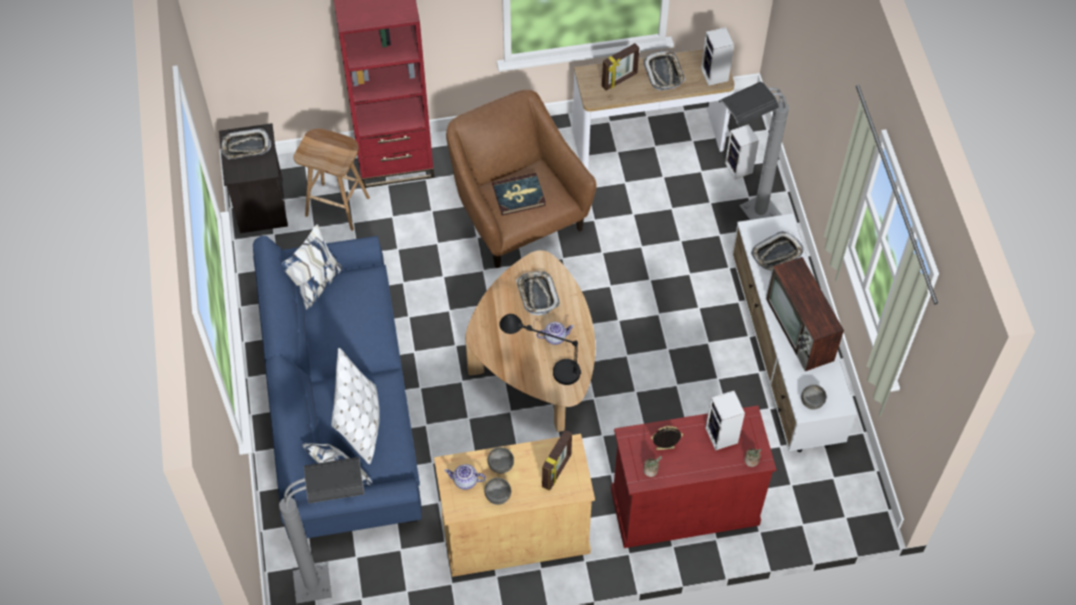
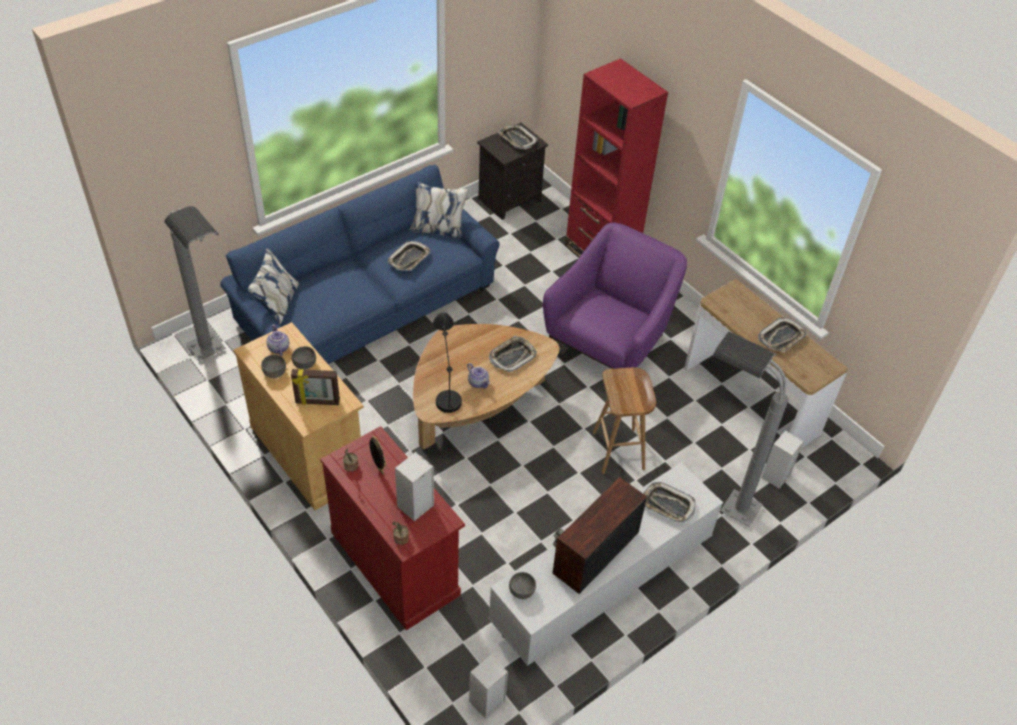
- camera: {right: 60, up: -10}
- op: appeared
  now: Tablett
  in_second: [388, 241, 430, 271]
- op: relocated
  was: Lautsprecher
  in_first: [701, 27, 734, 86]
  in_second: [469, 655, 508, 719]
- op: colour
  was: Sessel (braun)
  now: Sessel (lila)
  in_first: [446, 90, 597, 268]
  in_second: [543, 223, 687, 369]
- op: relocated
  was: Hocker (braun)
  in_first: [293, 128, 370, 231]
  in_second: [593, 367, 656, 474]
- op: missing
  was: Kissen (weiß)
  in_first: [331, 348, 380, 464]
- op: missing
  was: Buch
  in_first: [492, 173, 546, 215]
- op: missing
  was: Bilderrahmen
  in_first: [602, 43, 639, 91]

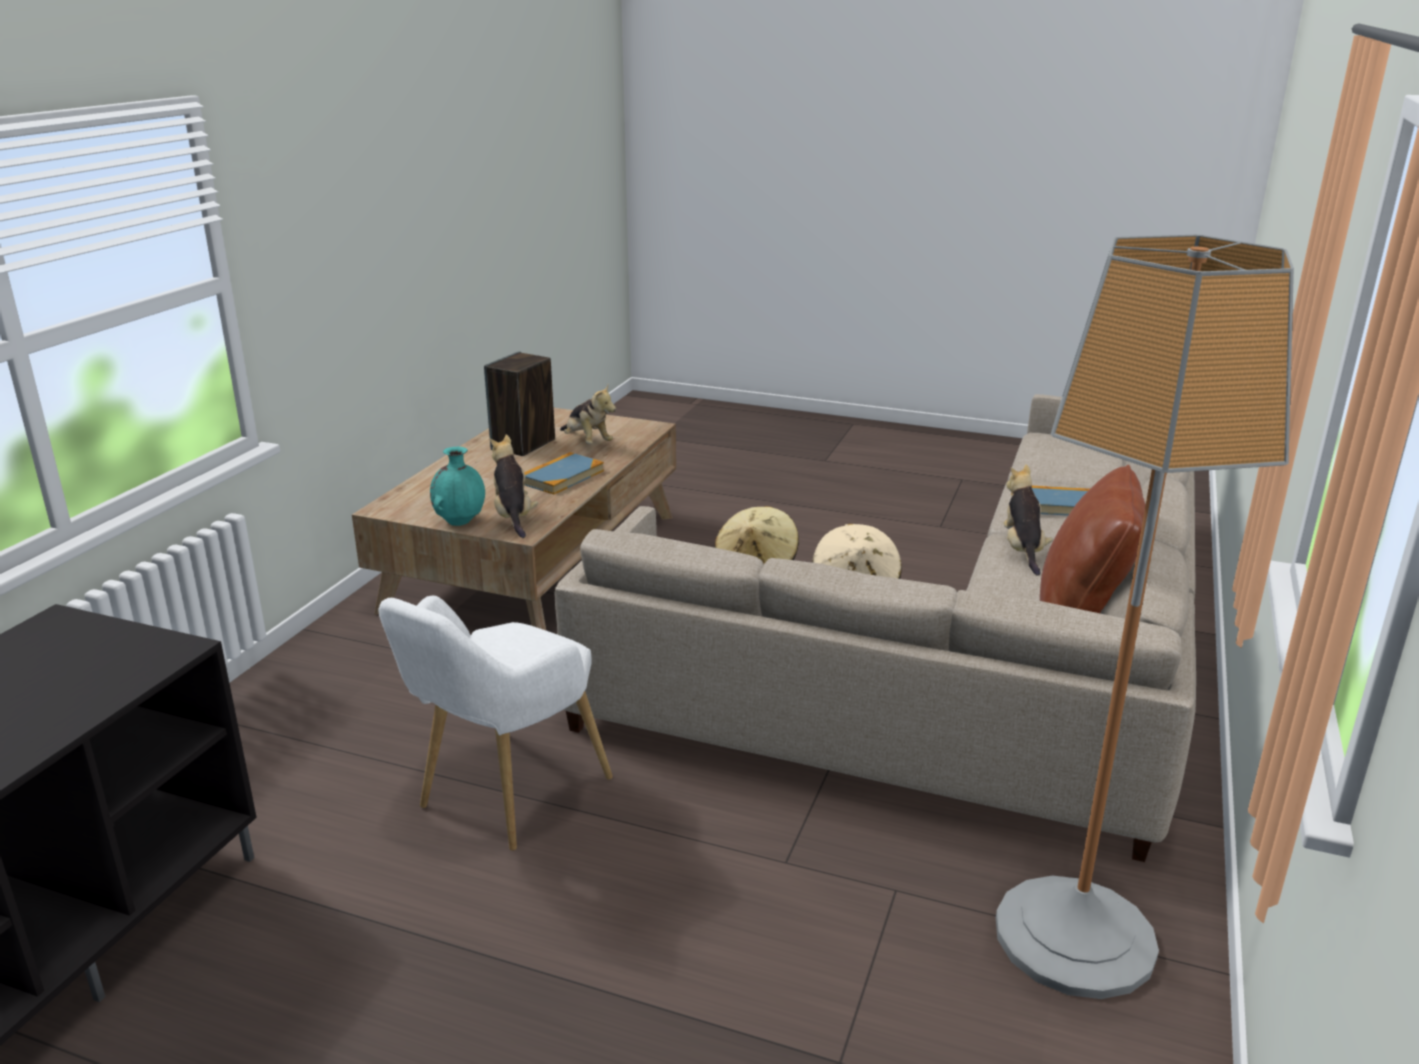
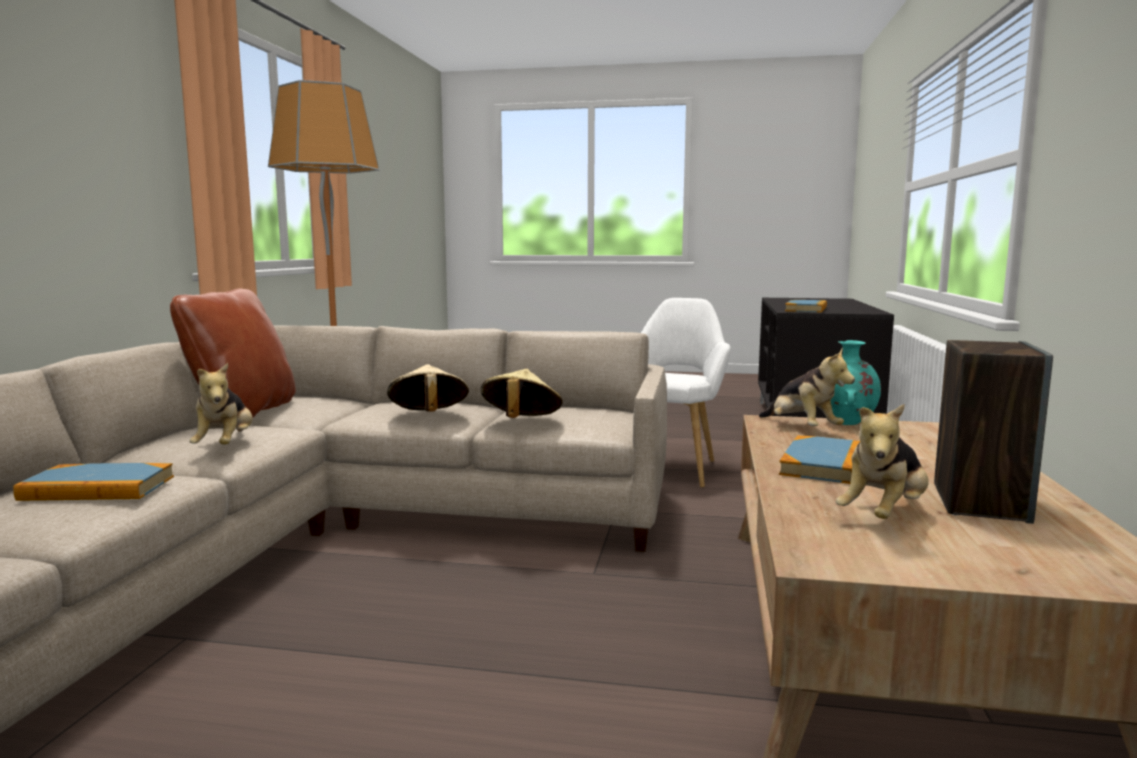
- camera: {right: 170, up: -15}
- op: appeared
  now: Buch
  in_second: [785, 300, 827, 312]
- op: spun
  was: Plüschtier
  in_first: [560, 385, 616, 444]
  in_second: [836, 404, 929, 519]
  clockwise: -90

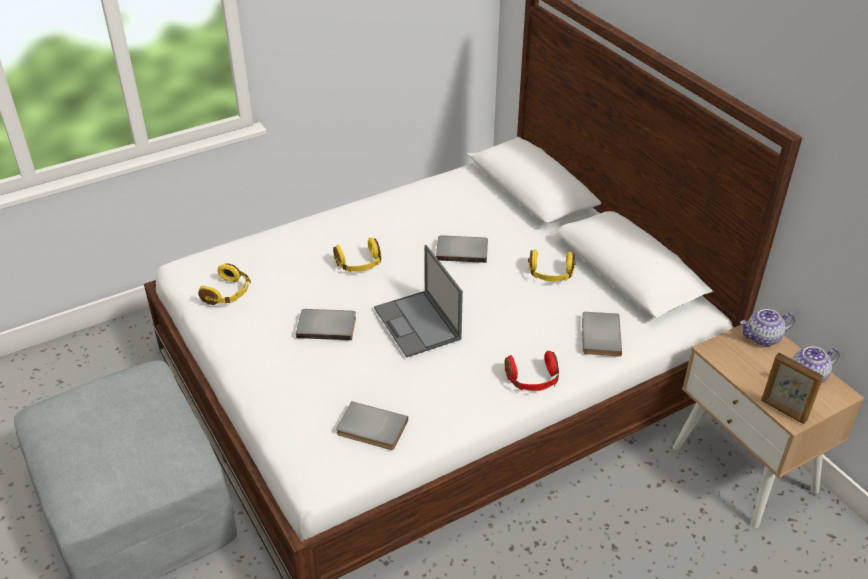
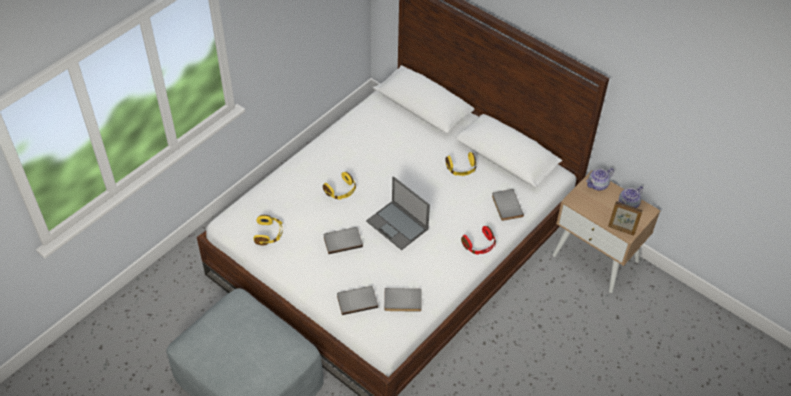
- camera: {right: -20, up: 10}
- op: relocated
  was: Buch (grau)
  in_first: [436, 235, 488, 263]
  in_second: [337, 286, 378, 315]

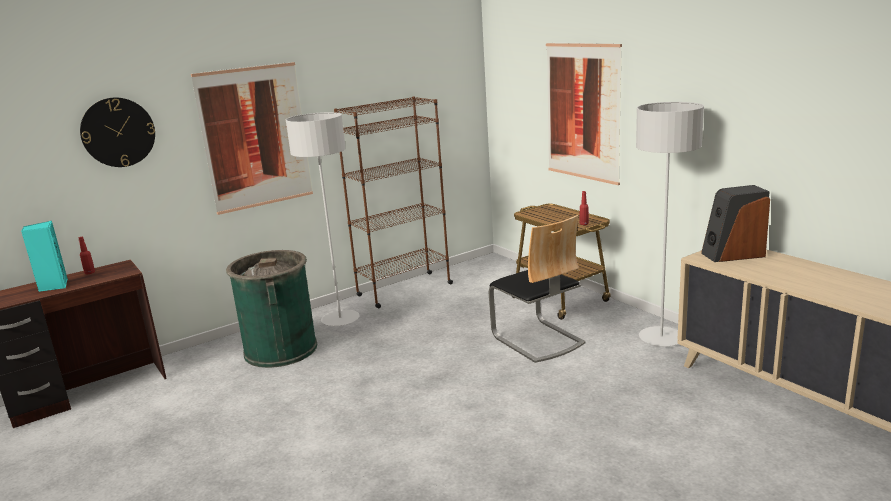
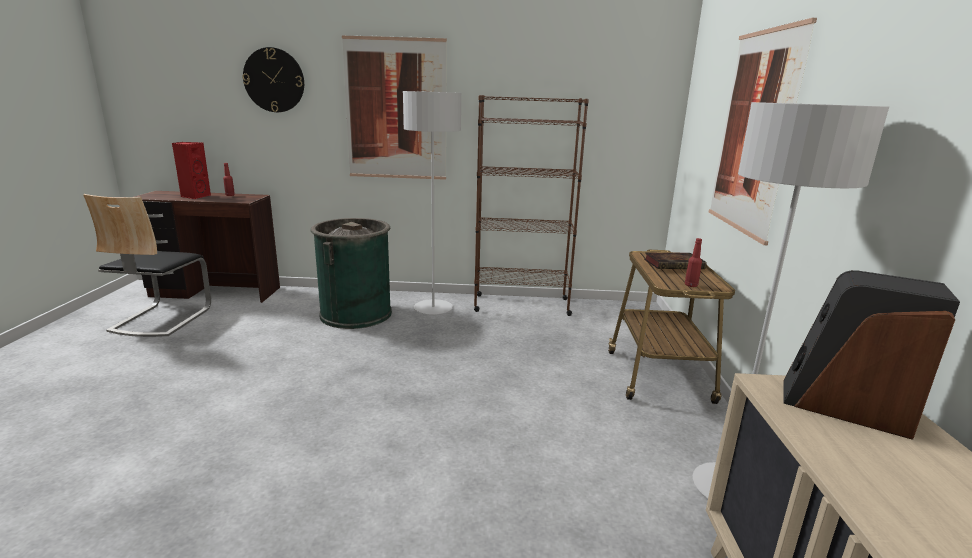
- camera: {right: 35, up: 0}
- op: relocated
  was: Stuhl
  in_first: [489, 215, 585, 363]
  in_second: [83, 194, 211, 337]
- op: colour
  was: Lautsprecher (türkis)
  now: Lautsprecher (rot)
  in_first: [21, 221, 68, 292]
  in_second: [172, 142, 211, 199]
- op: appeared
  now: Buch
  in_second: [644, 252, 707, 269]

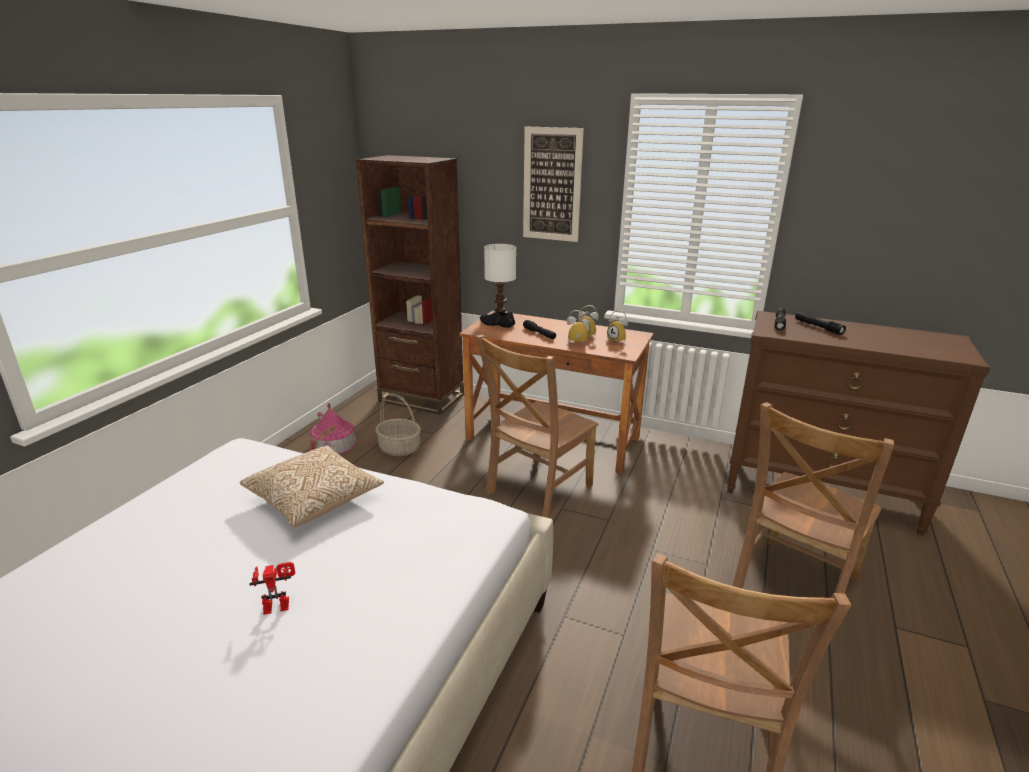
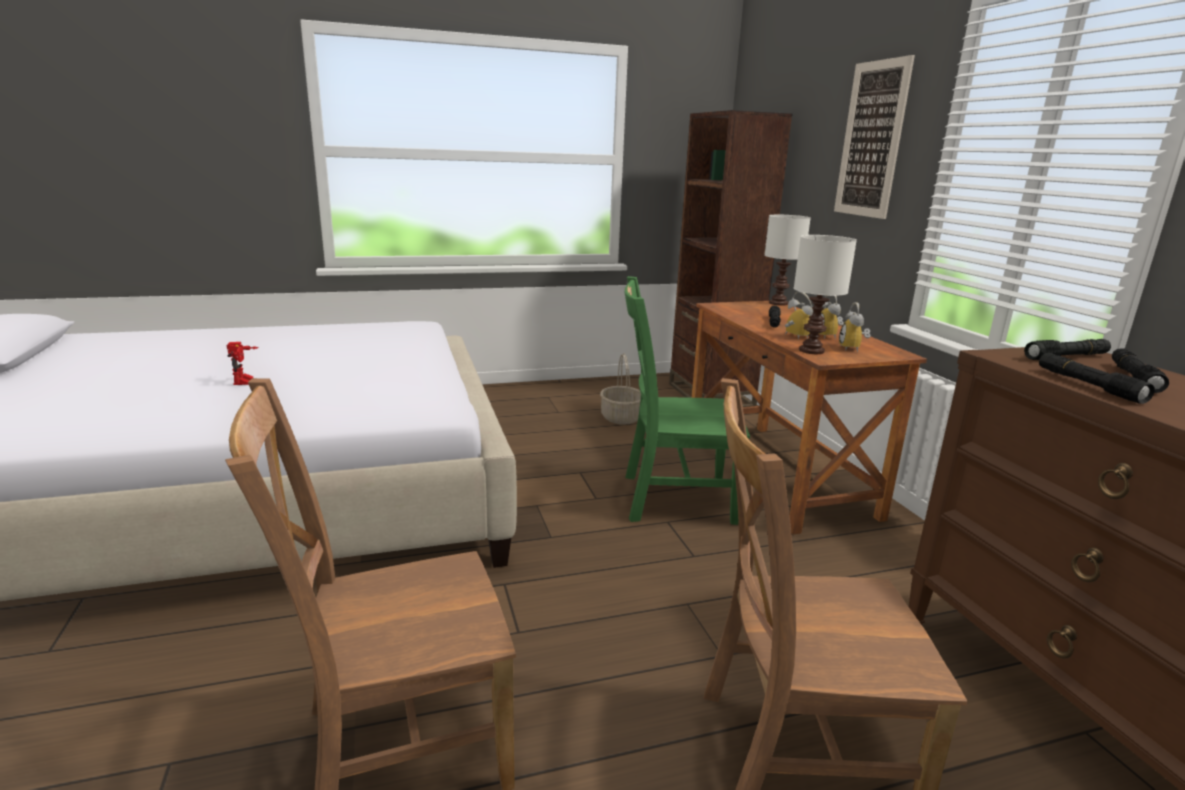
- camera: {right: 50, up: -5}
- op: spun
  was: Spielzeugroboter
  in_first: [250, 562, 295, 615]
  in_second: [226, 342, 259, 385]
  clockwise: 45
- op: colour
  was: Stuhl (braun)
  now: Stuhl (grün)
  in_first: [476, 335, 598, 518]
  in_second: [625, 276, 750, 525]
- op: appeared
  now: Tischlampe (weiß)
  in_second: [794, 235, 857, 354]
- op: appeared
  now: Taschenlampe (schwarz)
  in_second: [1039, 353, 1155, 404]
- op: missing
  was: Kissen
  in_first: [240, 445, 384, 528]
- op: missing
  was: Spielzeughaus
  in_first: [308, 403, 357, 455]
- op: missing
  was: Schuh (schwarz)
  in_first: [480, 312, 515, 328]

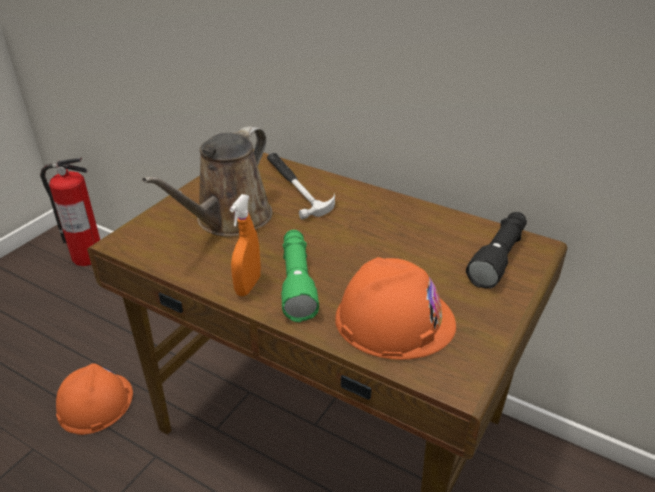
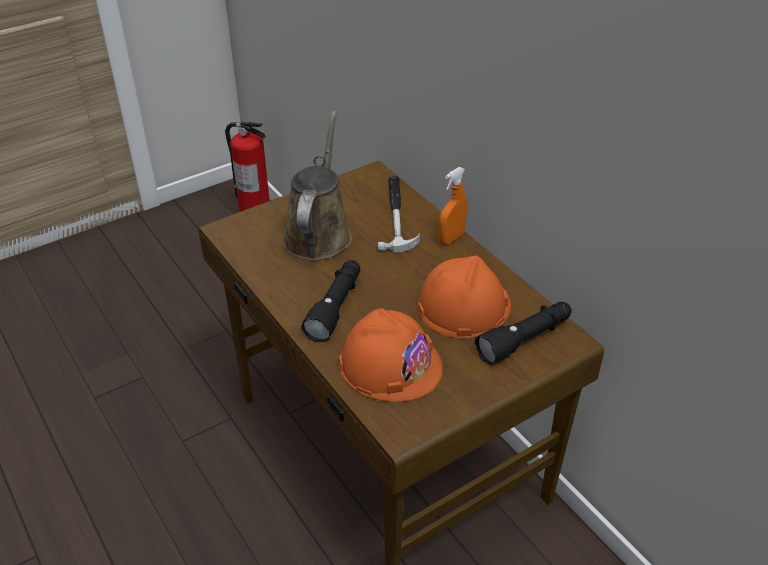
- camera: {right: 25, up: 5}
- op: spun
  was: Gießkanne (braun)
  in_first: [142, 126, 272, 236]
  in_second: [282, 111, 352, 261]
  clockwise: 135
- op: colour
  was: Taschenlampe (grün)
  now: Taschenlampe (schwarz)
  in_first: [281, 230, 319, 322]
  in_second: [301, 260, 360, 342]
- op: relocated
  was: Schutzhelm (orange)
  in_first: [56, 363, 133, 435]
  in_second: [418, 255, 511, 339]
- op: relocated
  was: Sprühflasche (orange)
  in_first: [230, 194, 261, 296]
  in_second: [439, 167, 467, 245]

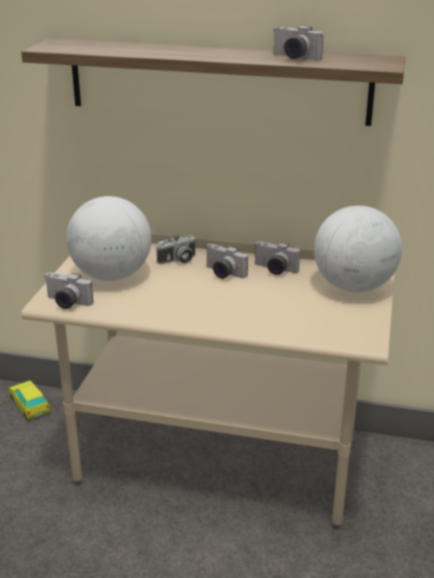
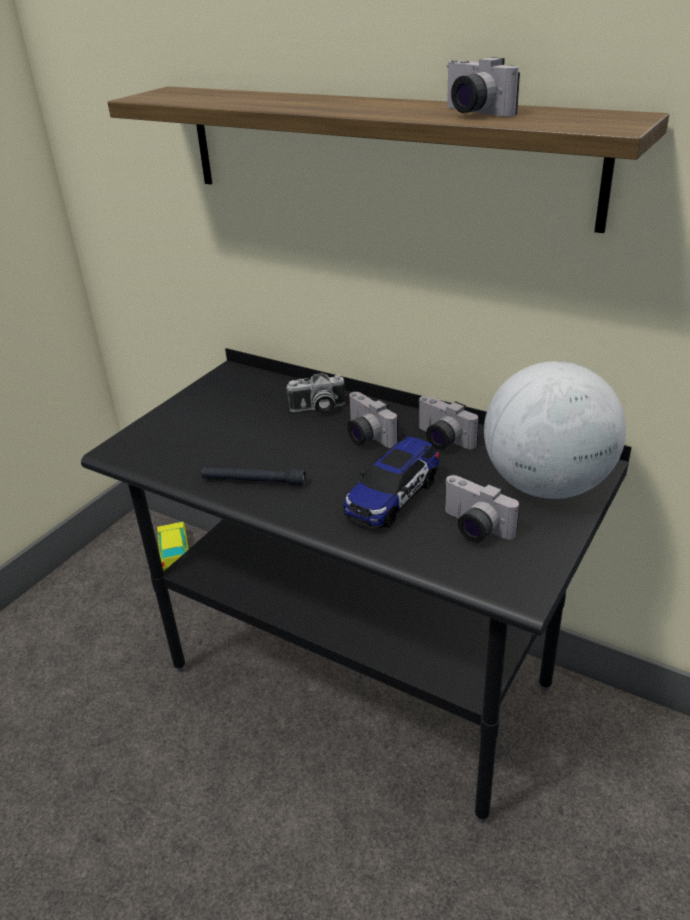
- camera: {right: 20, up: 5}
- op: colour
  was: Schreibtisch (beige)
  now: Schreibtisch (schwarz)
  in_first: [21, 234, 395, 529]
  in_second: [81, 348, 632, 823]
- op: appeared
  now: Taschenlampe (schwarz)
  in_second: [201, 467, 306, 486]
- op: appeared
  now: Spielzeugauto
  in_second: [343, 436, 439, 528]
- op: relocated
  was: Kamera
  in_first: [44, 272, 93, 309]
  in_second: [444, 475, 520, 542]
- op: missing
  was: Globus
  in_first: [66, 196, 152, 281]

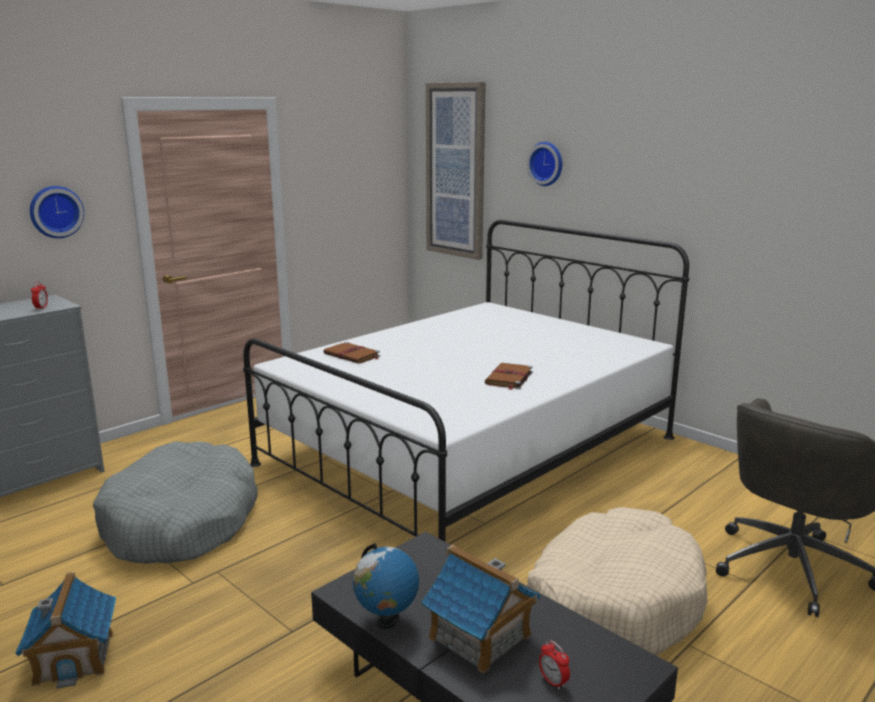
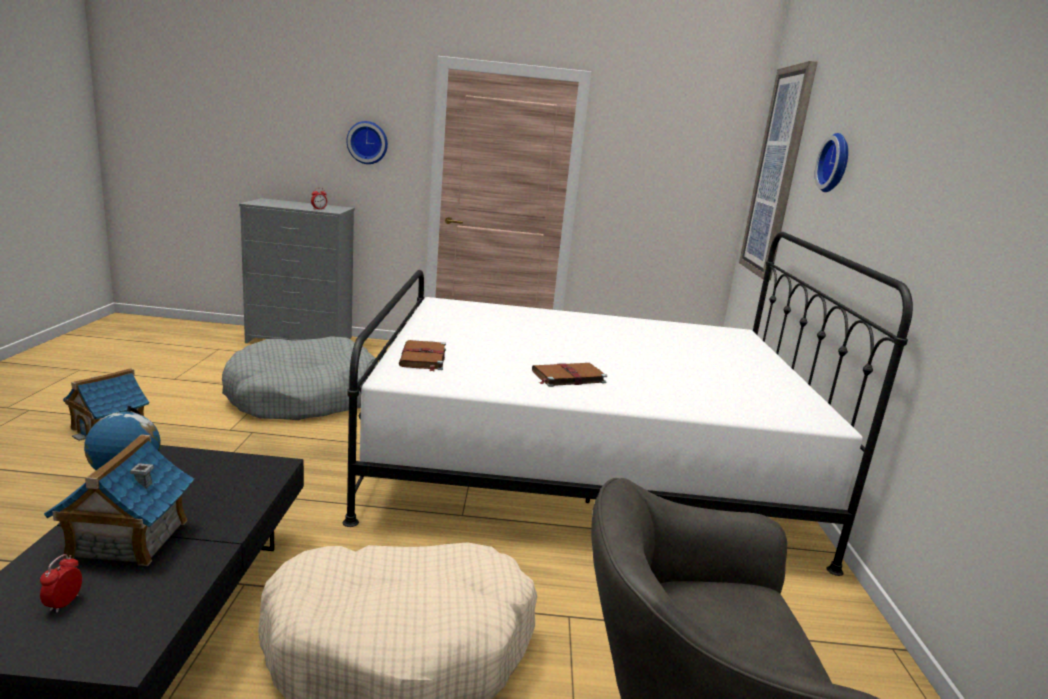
- camera: {right: 45, up: 0}
- op: relocated
  was: Buch (braun)
  in_first: [323, 342, 380, 364]
  in_second: [399, 340, 446, 372]

